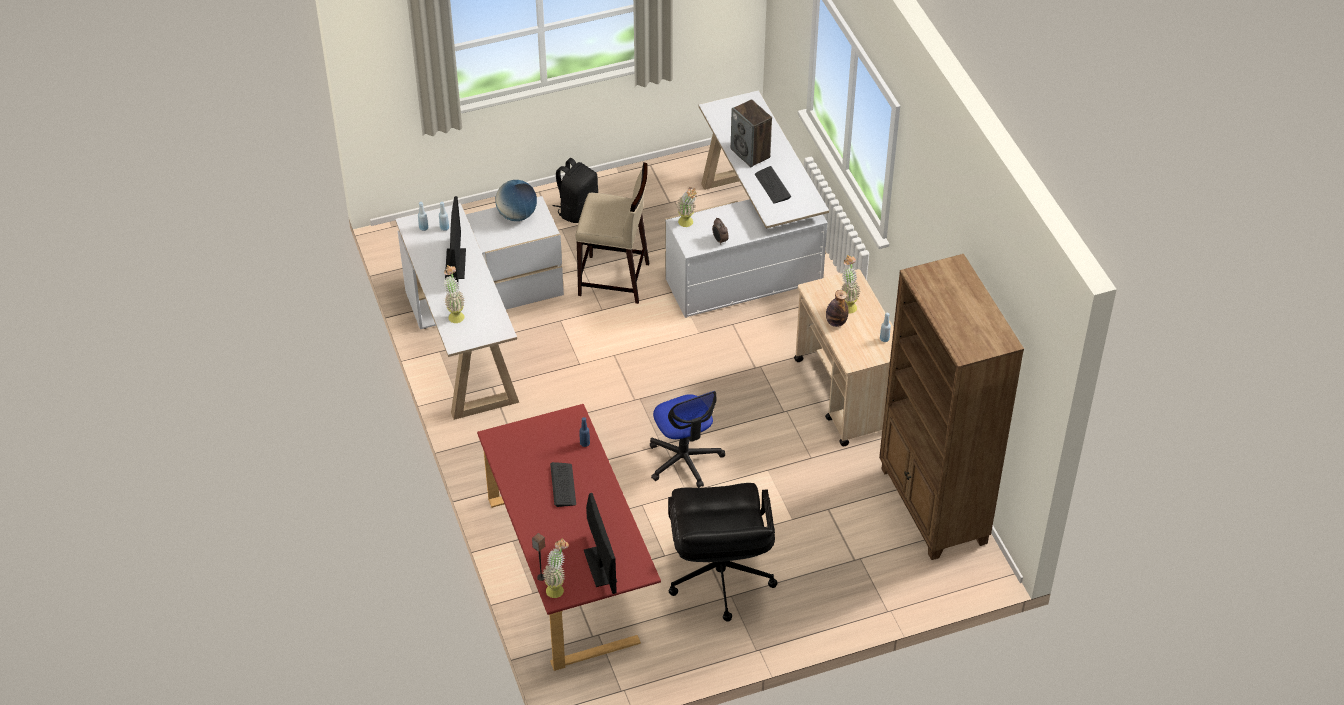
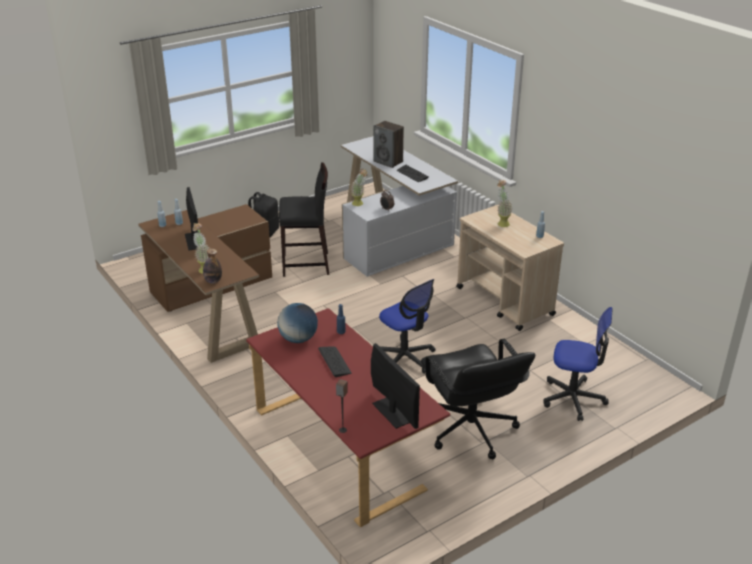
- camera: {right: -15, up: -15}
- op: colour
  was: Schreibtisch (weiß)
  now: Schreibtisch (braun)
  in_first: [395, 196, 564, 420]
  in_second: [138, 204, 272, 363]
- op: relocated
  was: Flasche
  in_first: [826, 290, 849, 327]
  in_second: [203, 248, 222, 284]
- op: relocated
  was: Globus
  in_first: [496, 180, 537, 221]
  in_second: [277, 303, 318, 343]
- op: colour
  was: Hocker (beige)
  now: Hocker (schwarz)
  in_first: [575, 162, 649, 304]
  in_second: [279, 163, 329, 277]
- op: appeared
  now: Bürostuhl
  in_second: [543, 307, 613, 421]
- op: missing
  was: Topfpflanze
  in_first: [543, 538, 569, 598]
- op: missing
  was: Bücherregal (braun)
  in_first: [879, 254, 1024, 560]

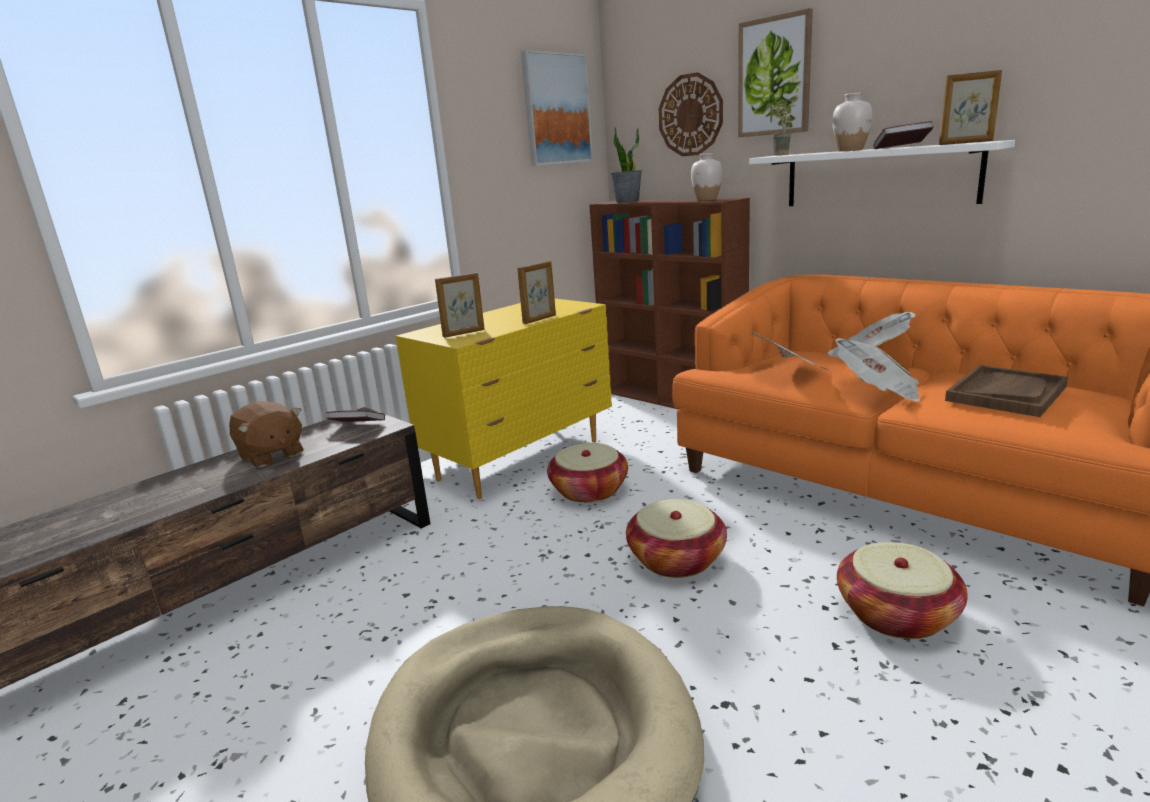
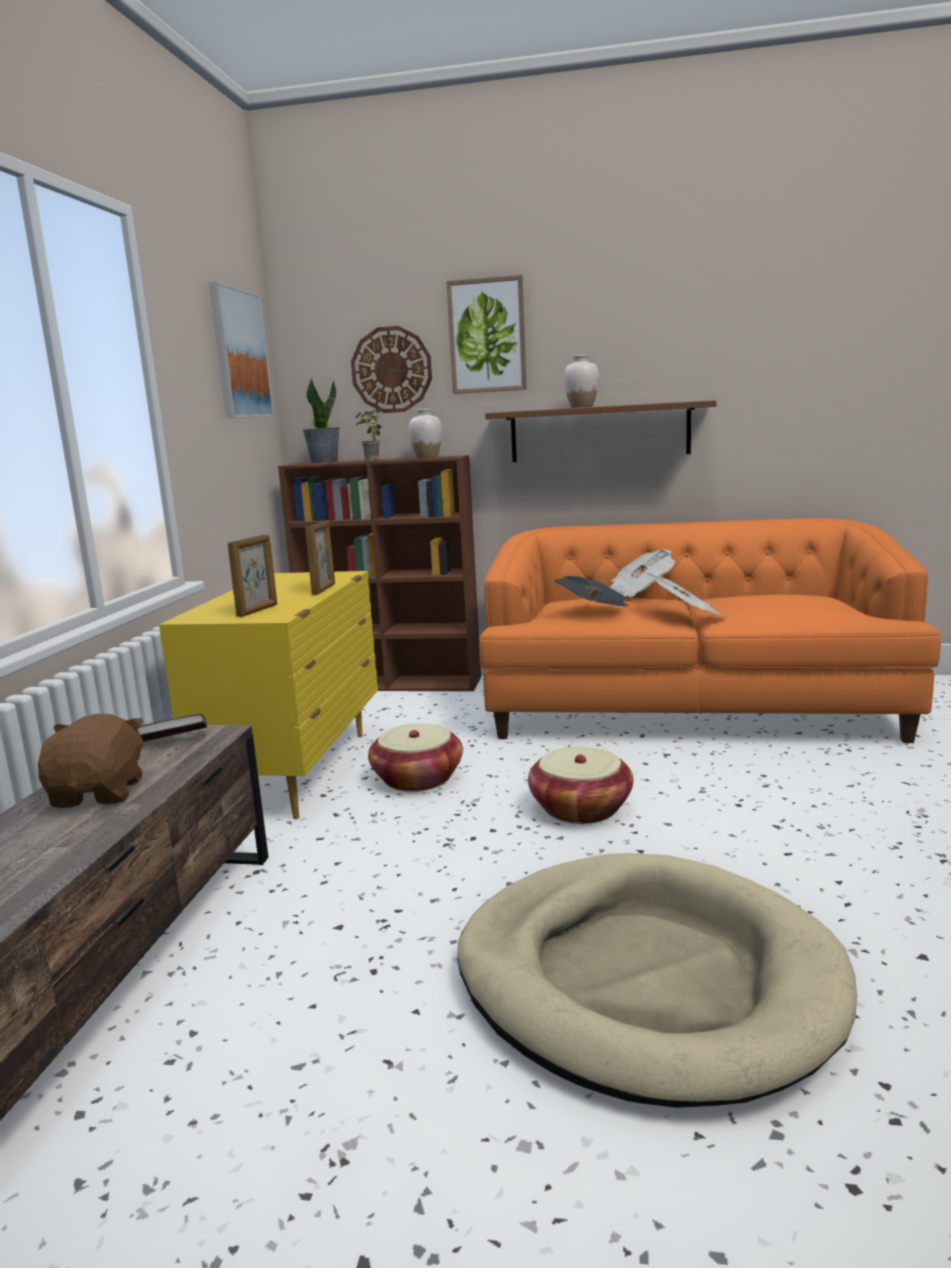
- camera: {right: -35, up: -5}
- op: spun
  was: Plüschtier (braun)
  in_first: [229, 401, 304, 467]
  in_second: [38, 714, 144, 808]
  clockwise: -105
- op: relocated
  was: Topfpflanze
  in_first: [765, 95, 798, 156]
  in_second: [356, 407, 382, 461]
- op: colour
  was: Wandregal (weiß)
  now: Wandregal (braun)
  in_first: [749, 140, 1015, 206]
  in_second: [485, 400, 717, 462]
- op: missing
  was: Korb
  in_first: [837, 542, 968, 639]
- op: missing
  was: Buch
  in_first: [873, 121, 934, 149]
- op: missing
  was: Bilderrahmen
  in_first: [939, 70, 1002, 145]
- op: missing
  was: Tablett (braun)
  in_first: [945, 365, 1068, 417]

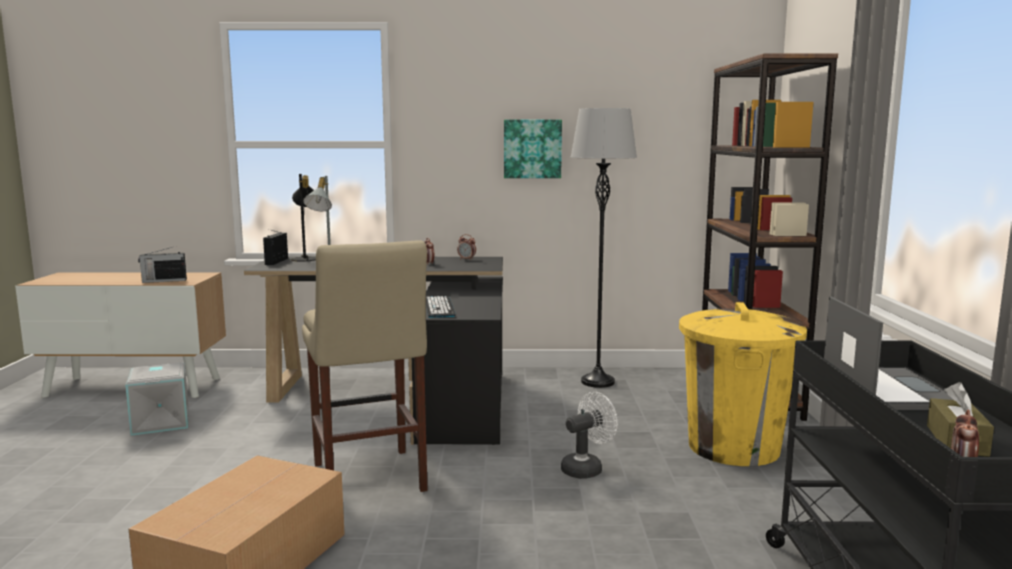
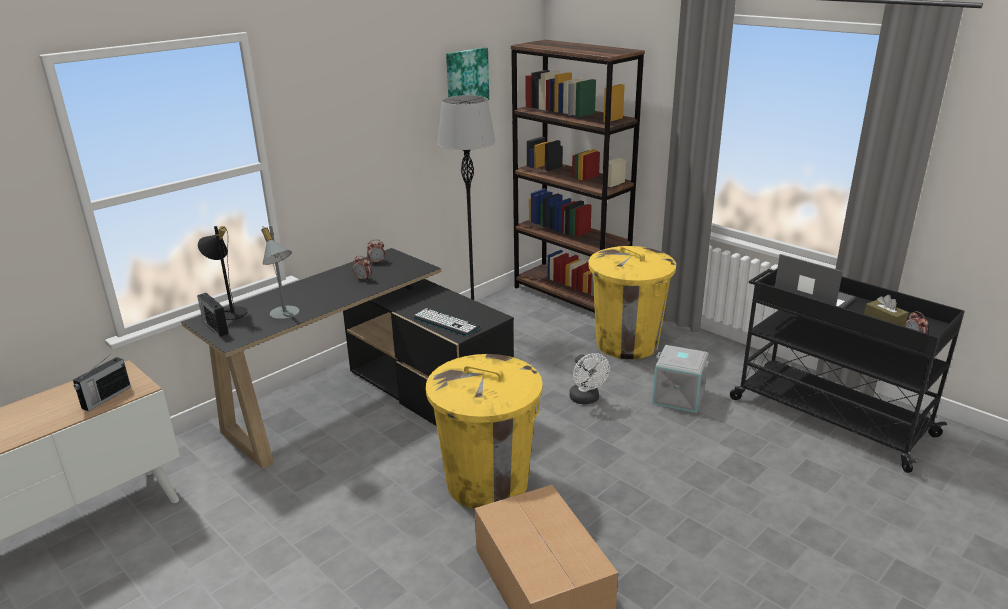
- camera: {right: -45, up: 15}
- op: exchanged
  was: Hocker (beige)
  now: Mülleimer (gelb)
  in_first: [302, 240, 428, 492]
  in_second: [426, 354, 543, 509]
- op: relocated
  was: Bild
  in_first: [504, 120, 562, 178]
  in_second: [446, 47, 489, 100]
- op: spun
  was: Ventilator (weiß)
  in_first: [561, 392, 618, 479]
  in_second: [569, 353, 610, 404]
  clockwise: 150
- op: relocated
  was: Aufbewahrungsbox (grau)
  in_first: [125, 363, 189, 436]
  in_second: [652, 345, 709, 413]

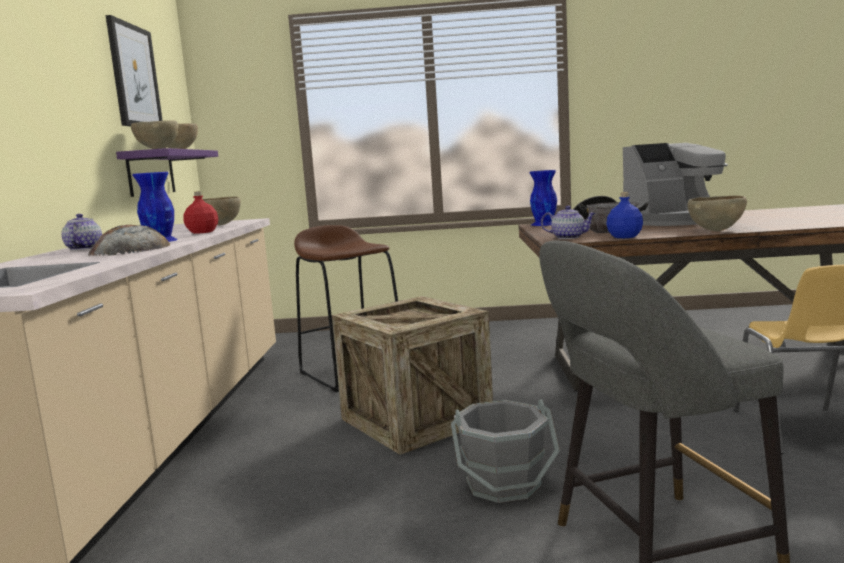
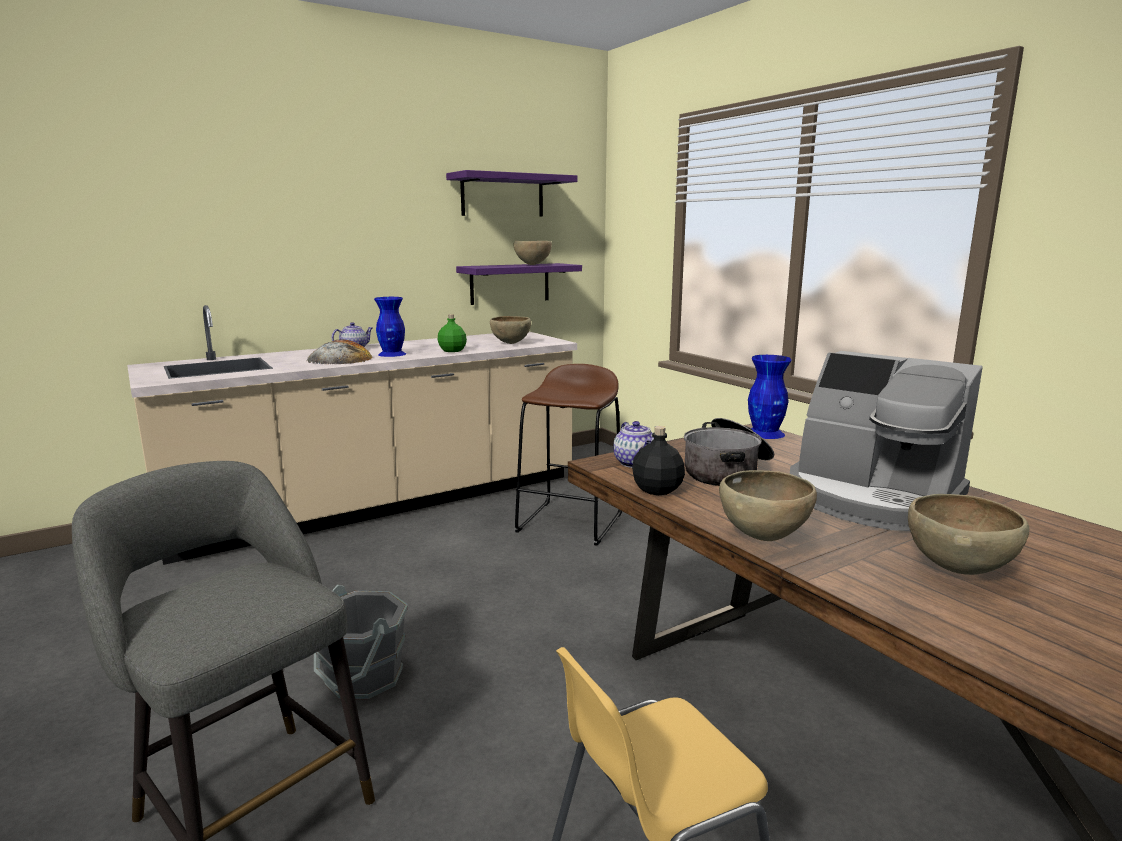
- camera: {right: 55, up: 5}
- op: colour
  was: Flasche (rot)
  now: Flasche (grün)
  in_first: [183, 191, 218, 234]
  in_second: [438, 314, 467, 352]
- op: exchanged
  was: Bild
  now: Wandregal (lila)
  in_first: [106, 15, 163, 127]
  in_second: [446, 170, 577, 217]
- op: colour
  was: Flasche (blau)
  now: Flasche (schwarz)
  in_first: [606, 192, 643, 238]
  in_second: [632, 426, 685, 495]
- op: relocated
  was: Schüssel (braun)
  in_first: [131, 120, 178, 149]
  in_second: [908, 494, 1029, 575]
- op: missing
  was: Kiste
  in_first: [332, 296, 493, 455]

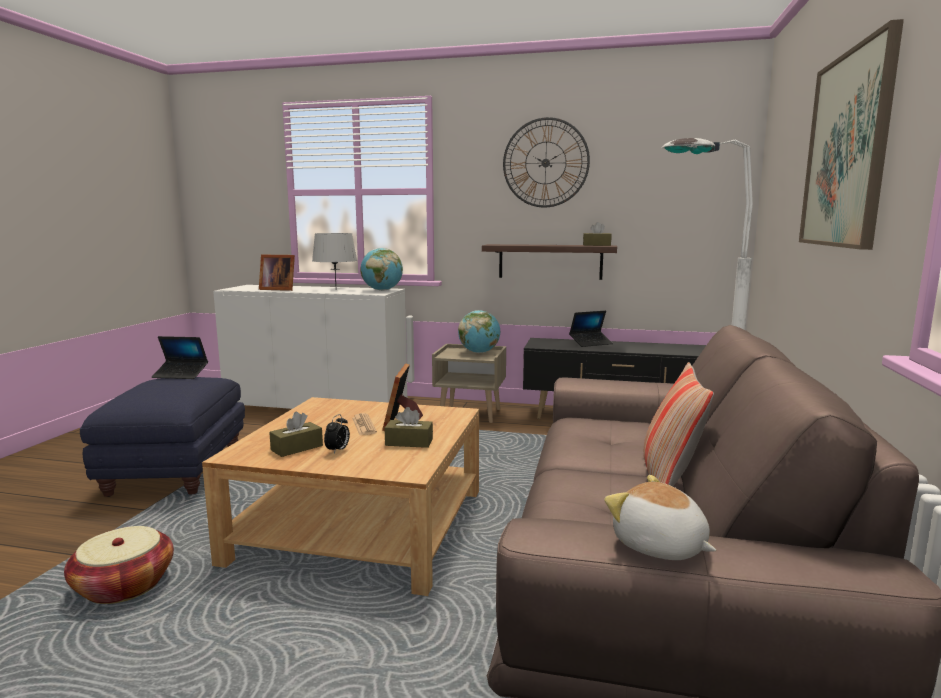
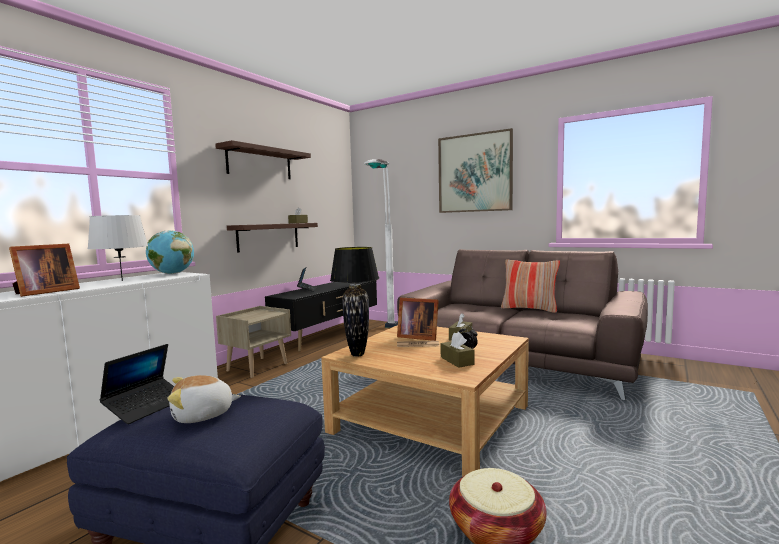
- camera: {right: -70, up: -5}
- op: relocated
  was: Plüschtier
  in_first: [604, 475, 716, 560]
  in_second: [167, 375, 241, 423]
- op: exchanged
  was: Wanduhr
  now: Wandregal
  in_first: [503, 117, 590, 208]
  in_second: [215, 140, 311, 179]
- op: appeared
  now: Tischlampe (schwarz)
  in_second: [330, 247, 379, 357]
- op: missing
  was: Globus
  in_first: [458, 310, 500, 353]

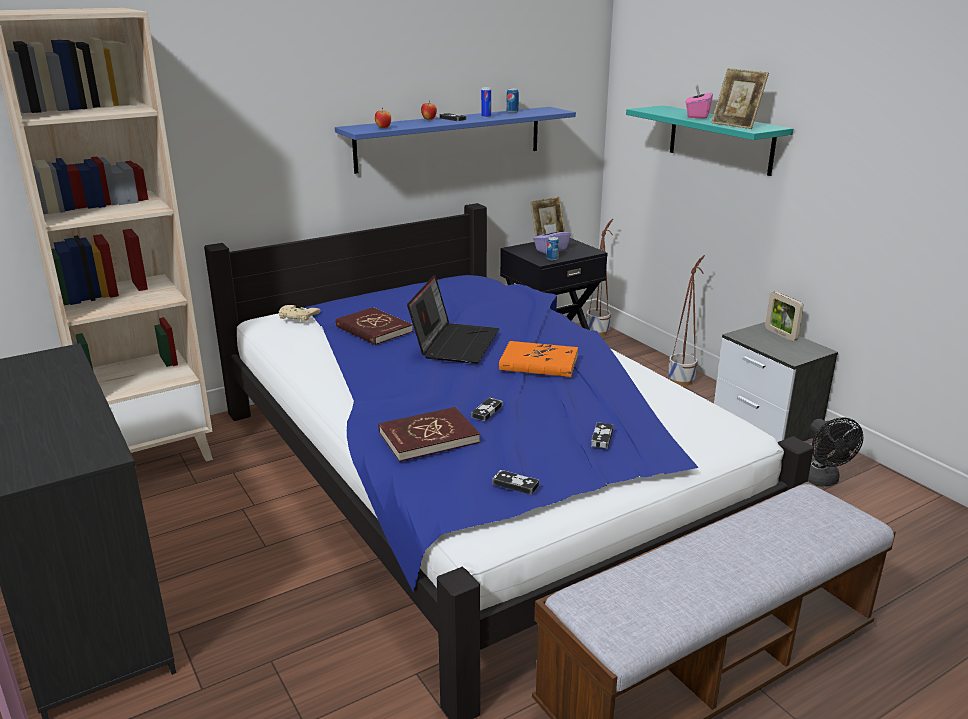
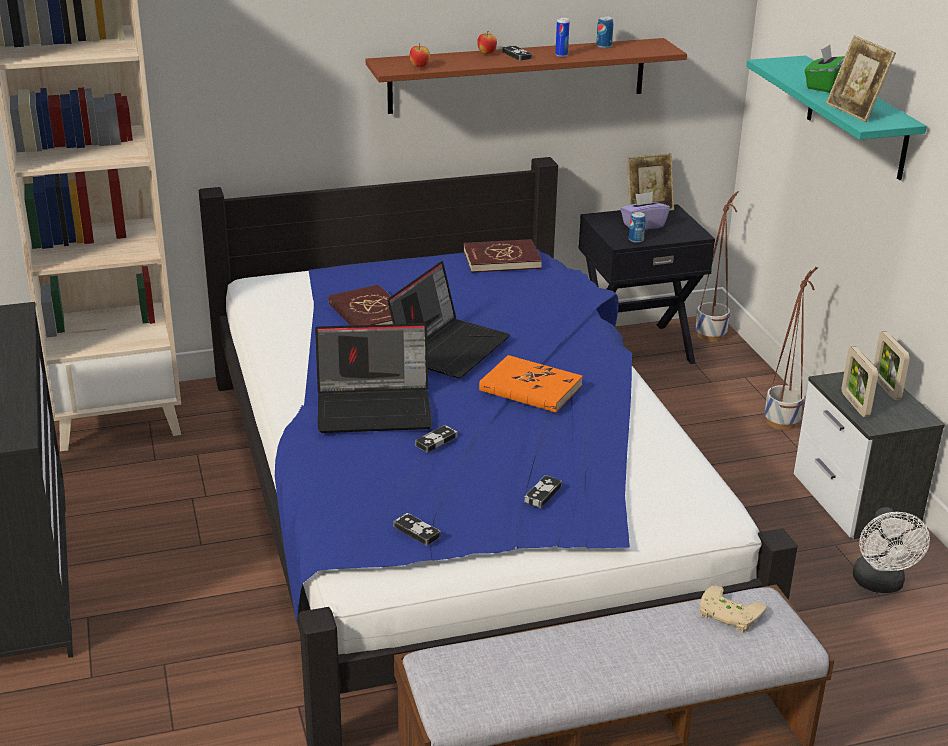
- camera: {right: 15, up: 5}
- op: appeared
  now: Laptop
  in_second: [315, 323, 432, 433]
- op: colour
  was: Wandregal (blau)
  now: Wandregal (braun)
  in_first: [335, 107, 576, 174]
  in_second: [366, 38, 687, 114]
- op: relocated
  was: Buch (rot)
  in_first: [379, 407, 480, 462]
  in_second: [463, 239, 542, 273]
- op: relocated
  was: Gamepad (beige)
  in_first: [279, 305, 321, 322]
  in_second: [700, 585, 767, 633]
- op: colour
  was: Taschentuchbox (rosa)
  now: Taschentuchbox (grün)
  in_first: [686, 85, 713, 119]
  in_second: [805, 45, 845, 93]
- op: appeared
  now: Bilderrahmen
  in_second: [841, 346, 878, 417]
- op: colour
  was: Ventilator (schwarz)
  now: Ventilator (weiß)
  in_first: [808, 418, 863, 487]
  in_second: [853, 507, 930, 593]

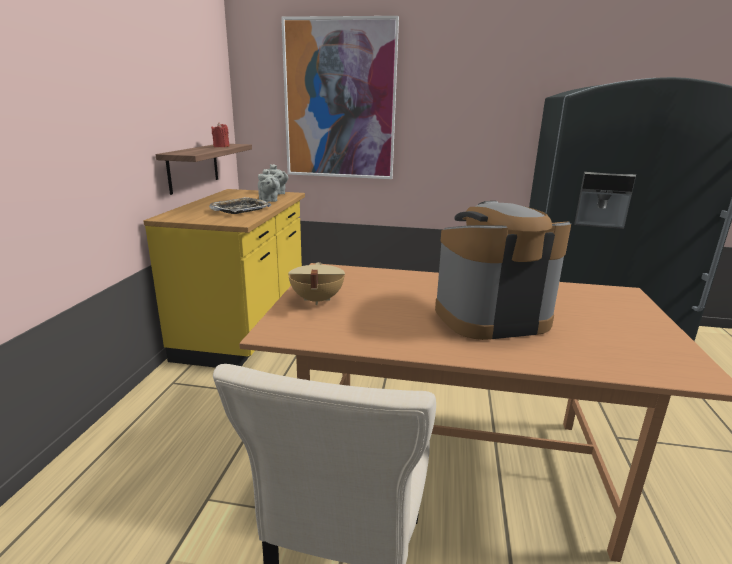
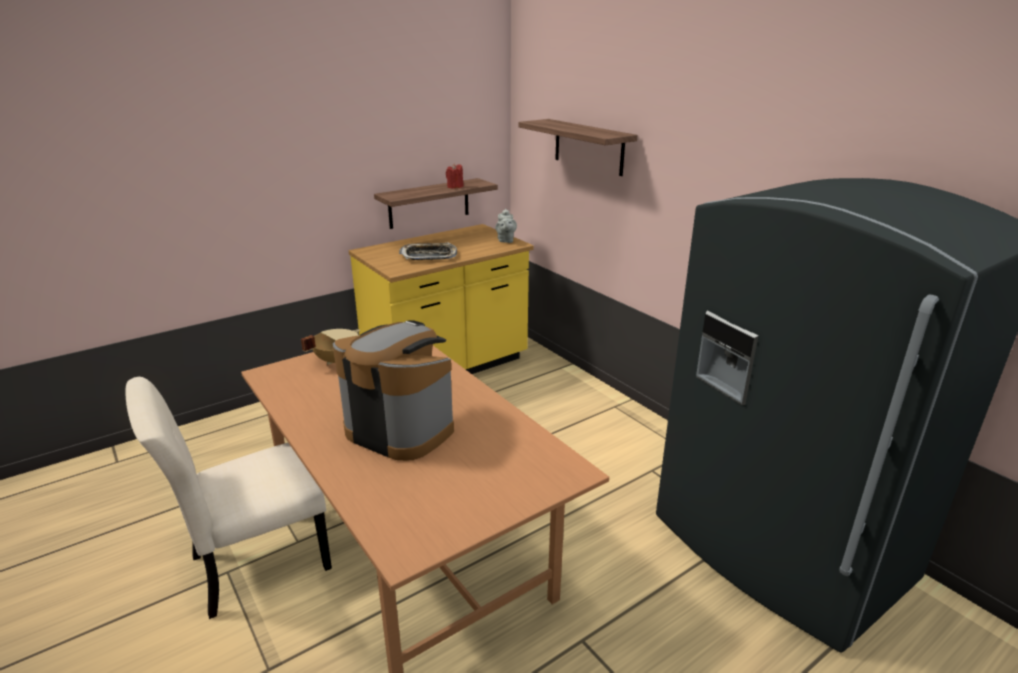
- camera: {right: 45, up: 5}
- op: exchanged
  was: Bild
  now: Wandregal
  in_first: [281, 16, 399, 179]
  in_second: [518, 119, 638, 176]
- op: missing
  was: Teekanne (grau)
  in_first: [258, 169, 280, 202]

